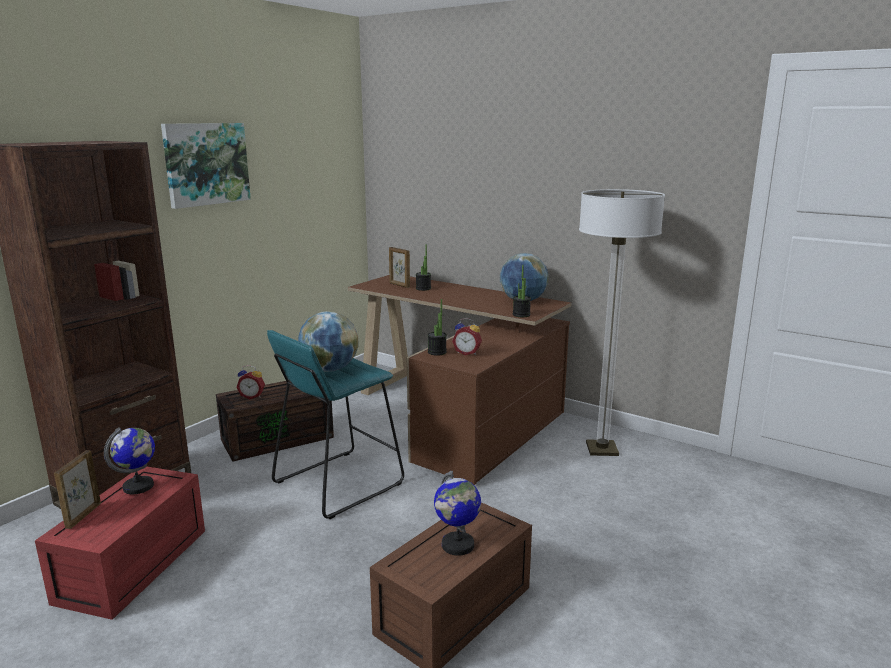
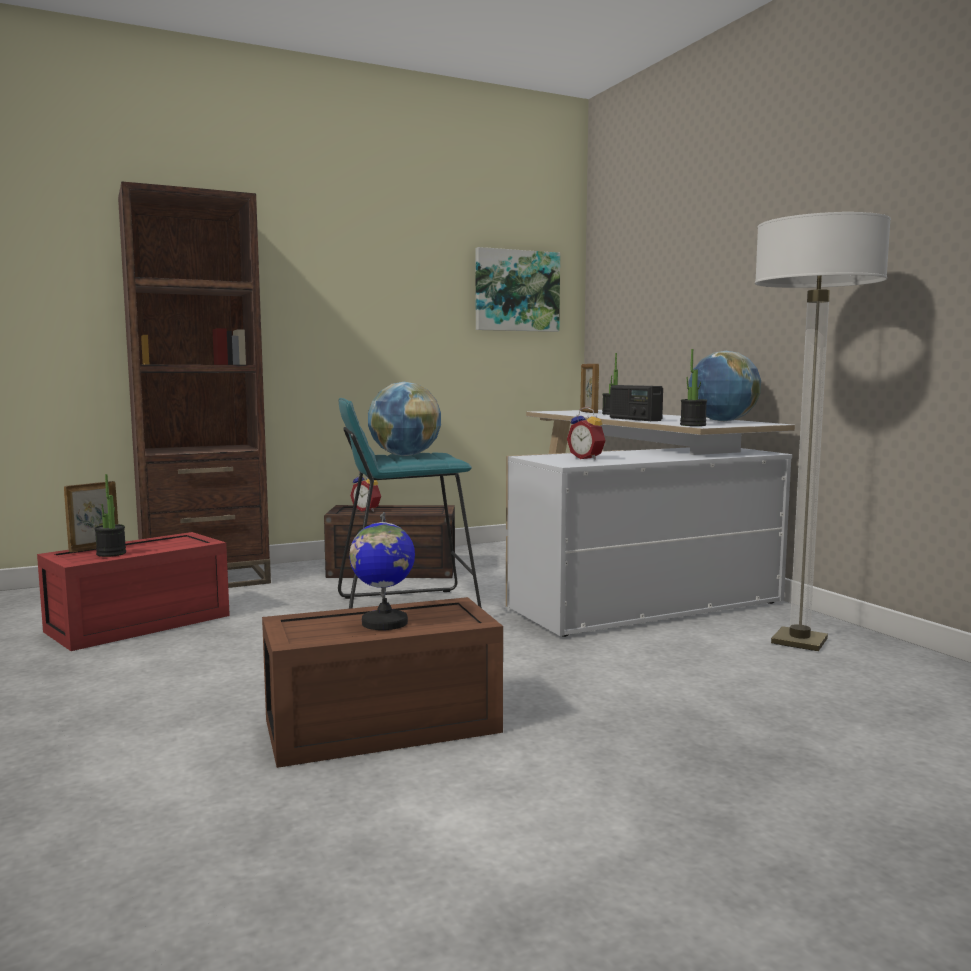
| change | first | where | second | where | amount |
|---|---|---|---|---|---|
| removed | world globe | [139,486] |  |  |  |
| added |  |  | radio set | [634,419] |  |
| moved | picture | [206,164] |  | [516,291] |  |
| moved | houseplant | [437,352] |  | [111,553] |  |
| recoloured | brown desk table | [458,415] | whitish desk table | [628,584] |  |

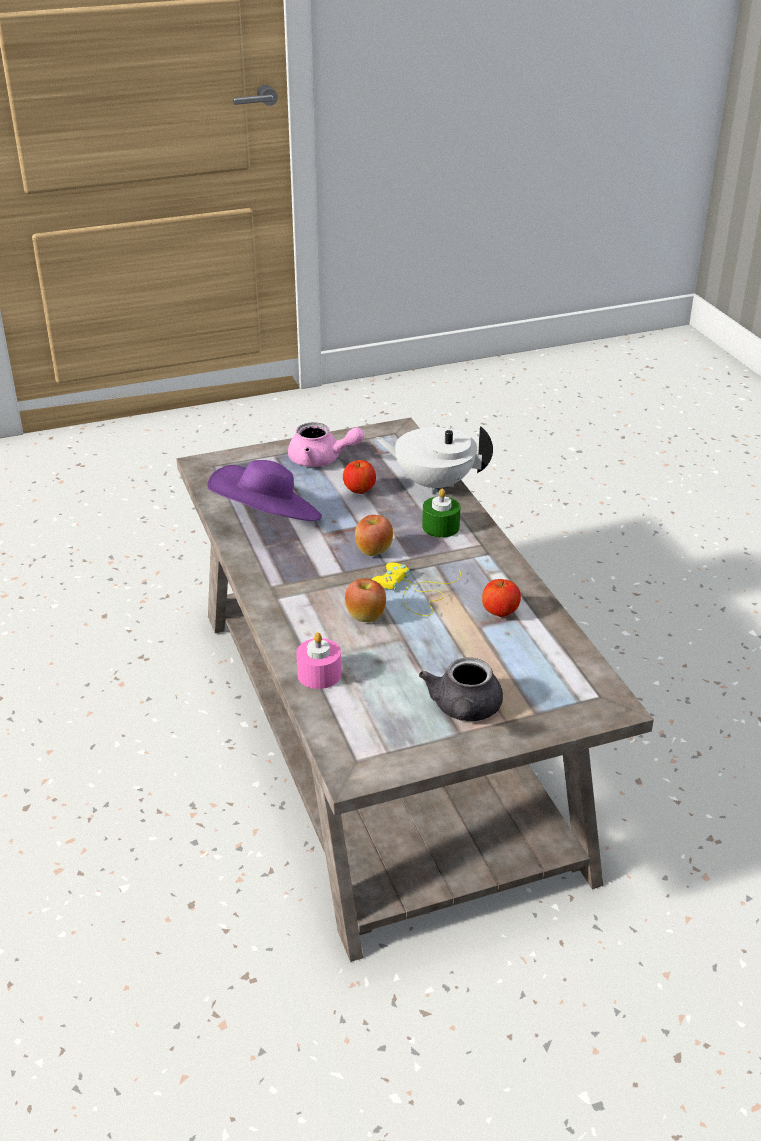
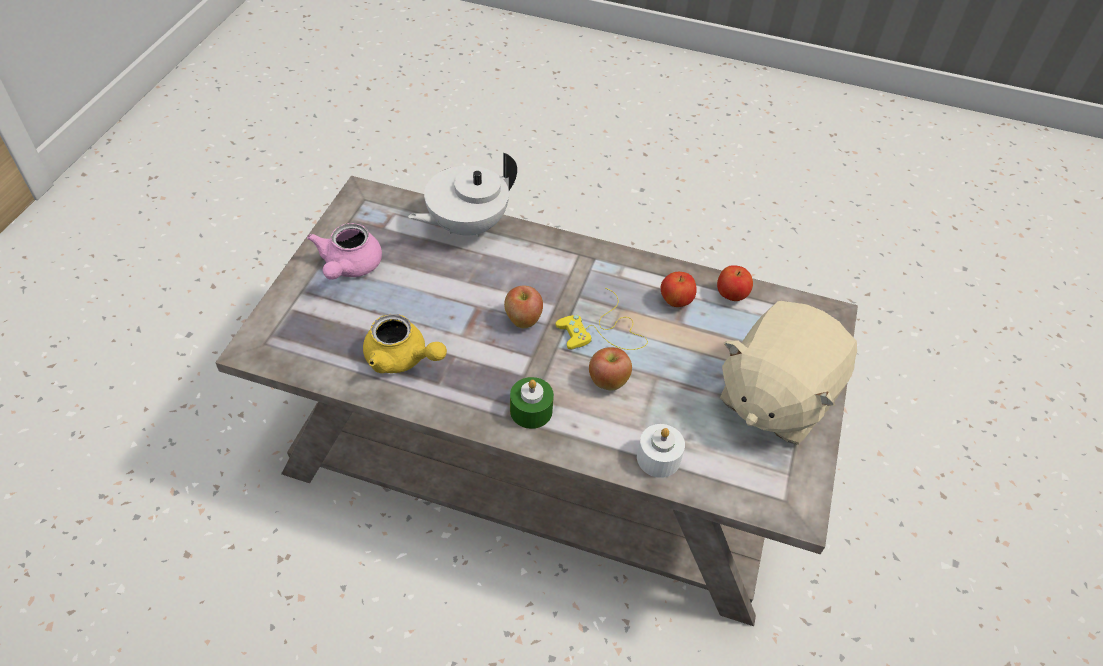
| change | first | where | second | where | amount |
|---|---|---|---|---|---|
| moved | whole apple | [359,491] |  | [731,295] |  |
| moved | greenish candle | [440,527] |  | [531,411] |  |
| replaced | purple-coloured hat | [268,520] | yellowish pot for tea | [402,359] |  |
| replaced | gray pot for tea | [464,711] | beige-coloured cuddly toy | [775,397] |  |
| recoloured | pink-coloured candle | [319,674] | whitish candle | [658,458] |  |
| turned | pink-coloured pot for tea | [321,460] |  | [349,267] | 135 degrees clockwise |

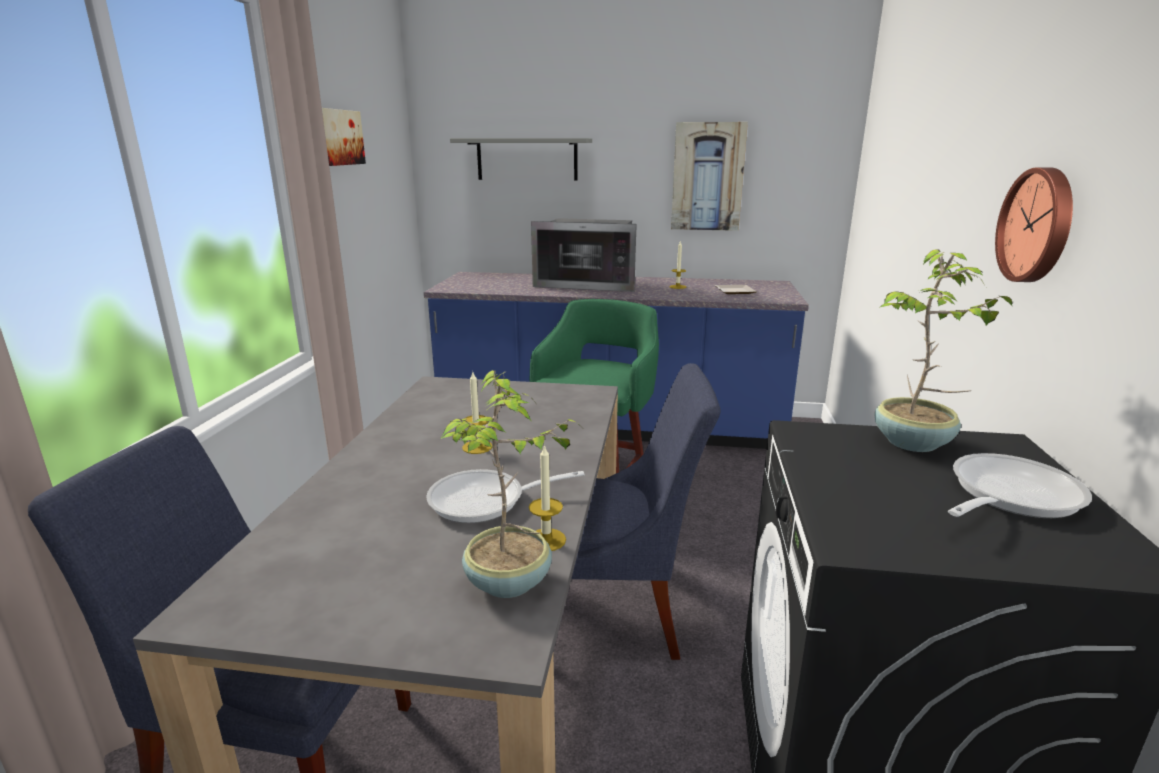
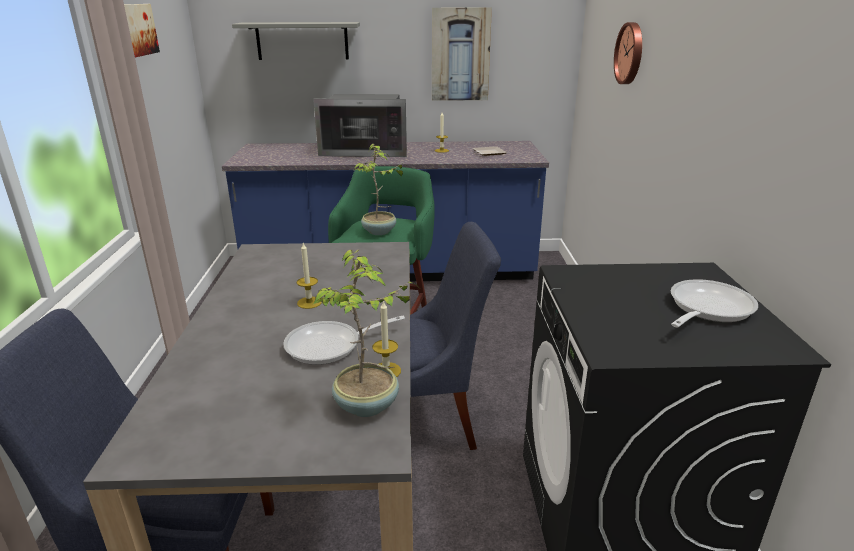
| change | first | where | second | where | amount |
|---|---|---|---|---|---|
| moved | houseplant | [913,443] |  | [379,232] |  |
| moved | hanging clock | [1038,226] |  | [630,53] |  |

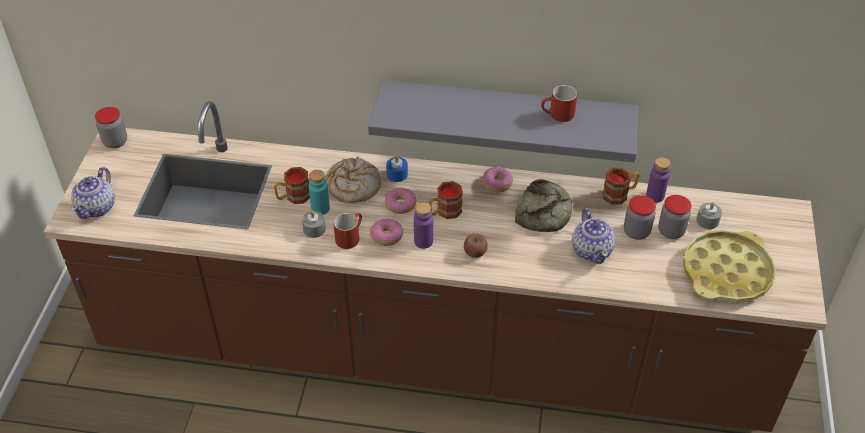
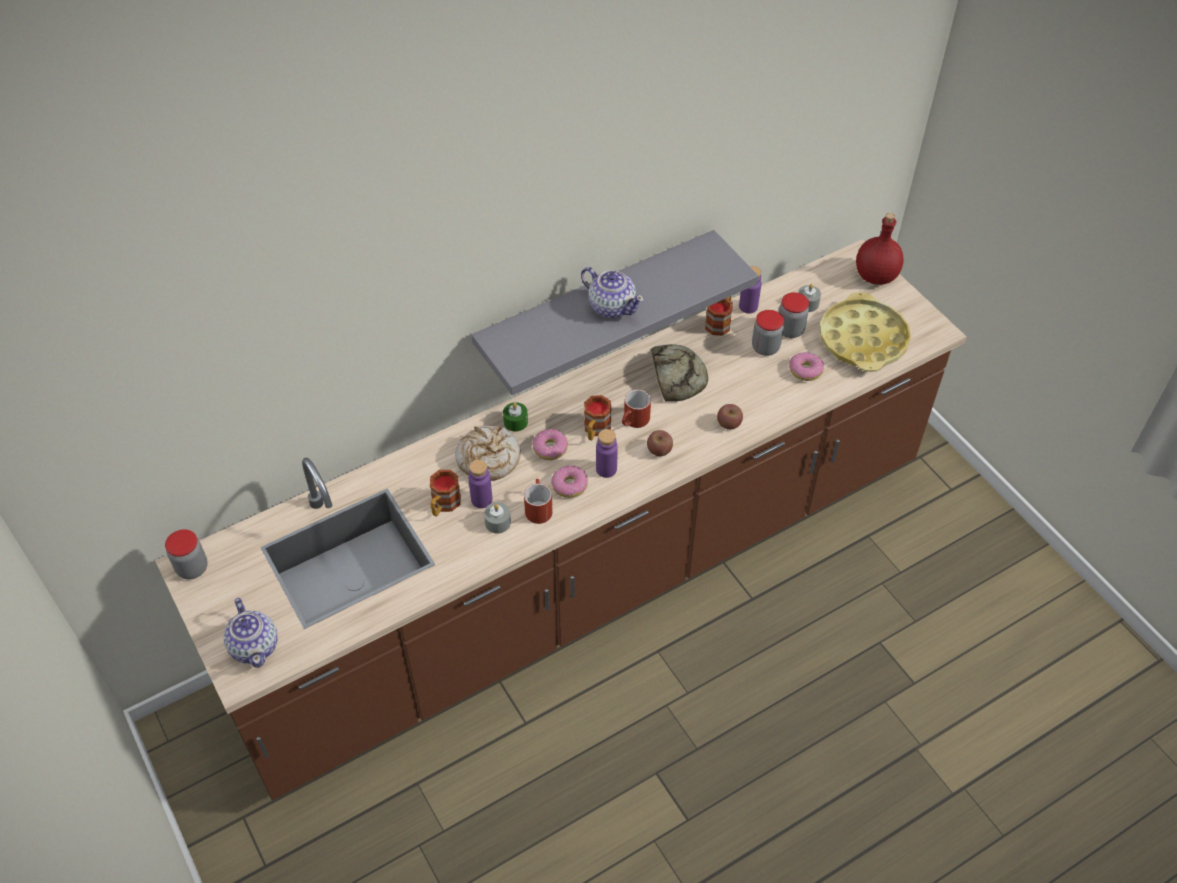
| change | first | where | second | where | amount |
|---|---|---|---|---|---|
| added |  |  | whole apple | [729,423] |  |
| added |  |  | red drink bottle | [875,276] |  |
| moved | doughnut | [497,184] |  | [805,370] |  |
| moved | red tea mug | [557,115] |  | [634,422] |  |
| moved | pot for tea | [592,250] |  | [611,306] |  |
| recoloured | turquoise drink bottle | [320,208] | purple-coloured drink bottle | [481,499] |  |
| recoloured | bluish candle | [397,174] | greenish candle | [515,422] |  |

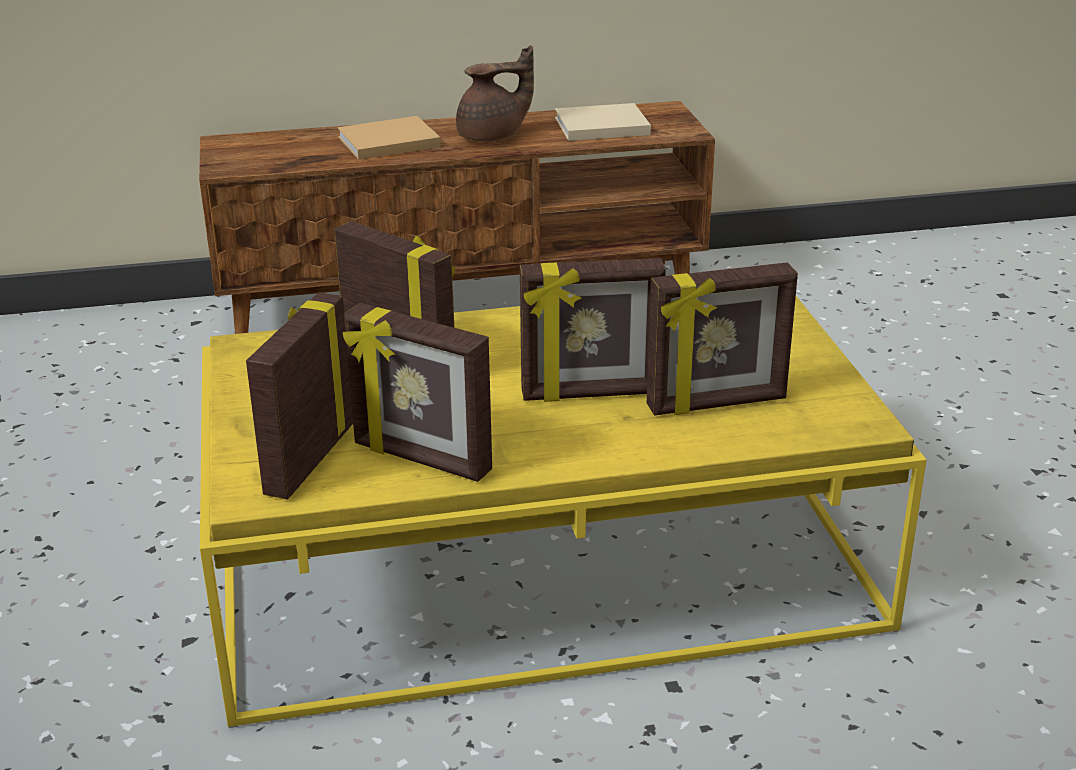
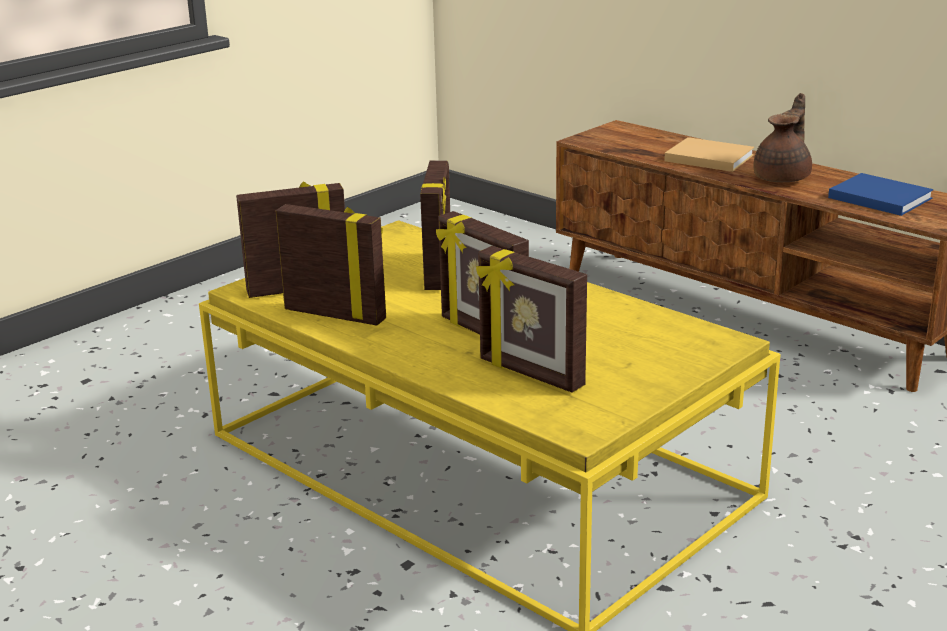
| change | first | where | second | where | amount |
|---|---|---|---|---|---|
| recoloured | beige-coloured bound book | [599,126] | bluish bound book | [877,197] |  |
| turned | photo frame | [421,459] |  | [336,314] | 120 degrees clockwise |
| turned | brown pot for tea | [493,136] |  | [783,177] | 90 degrees counterclockwise |

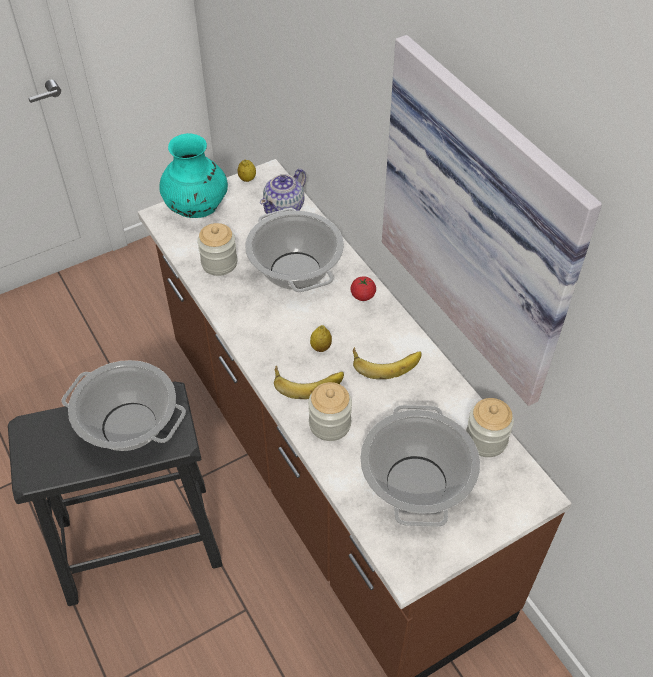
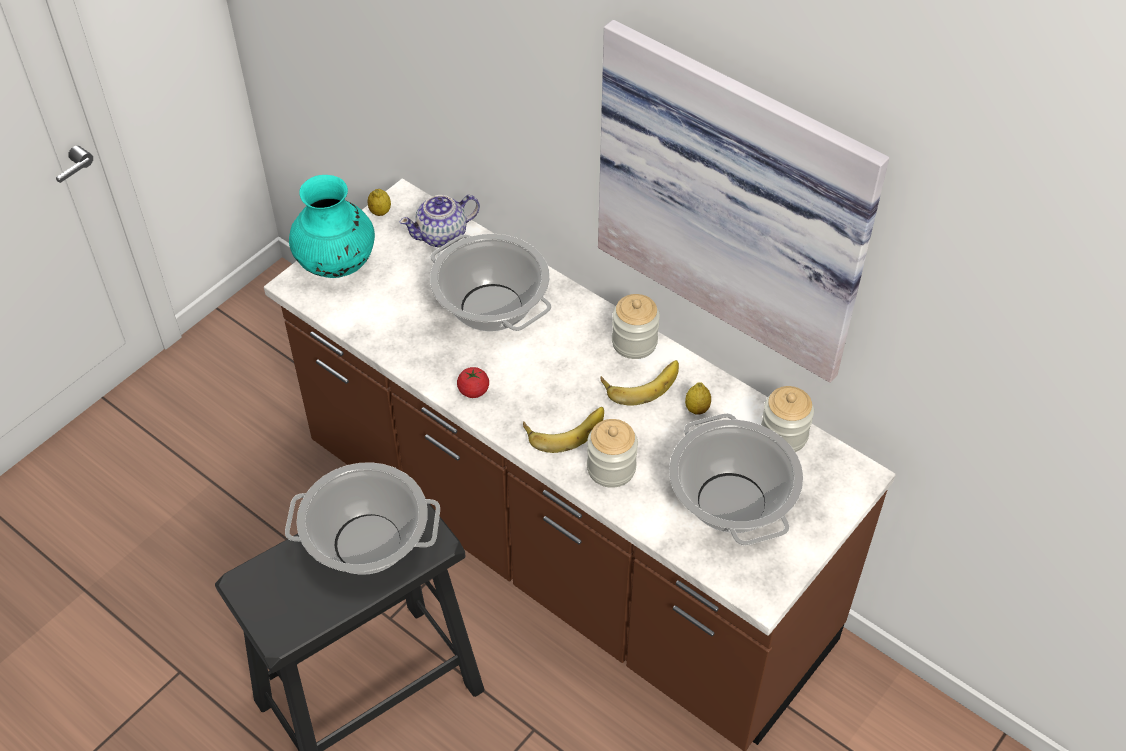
| change | first | where | second | where | amount |
|---|---|---|---|---|---|
| moved | preserve jar | [219,263] |  | [634,342] |  |
| moved | whole lemon | [321,347] |  | [697,409] |  |
| moved | fresh tomato | [363,295] |  | [473,390] |  |
| turned | pot for tea | [285,207] |  | [443,235] | 45 degrees clockwise |

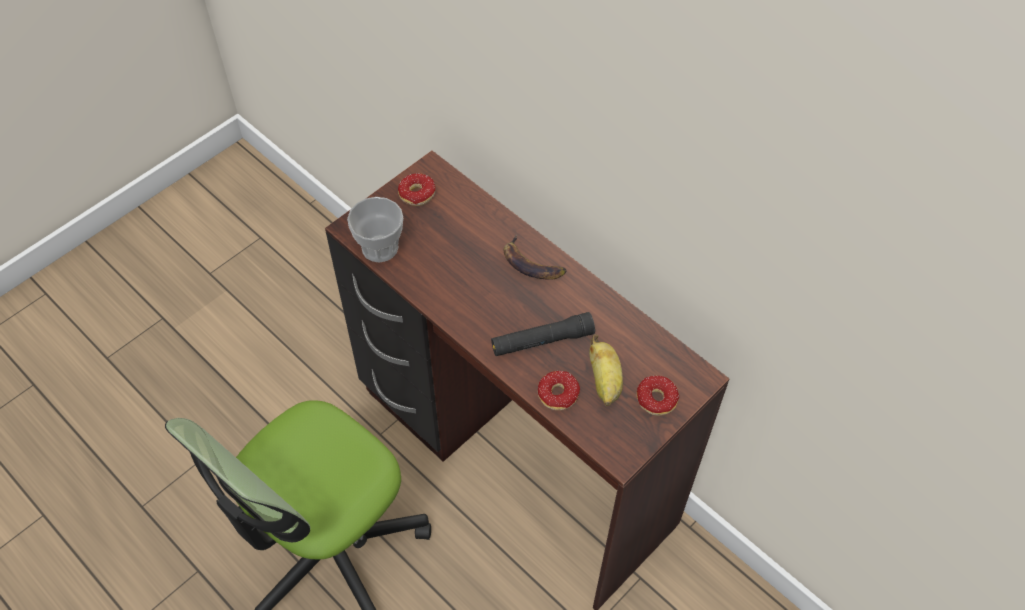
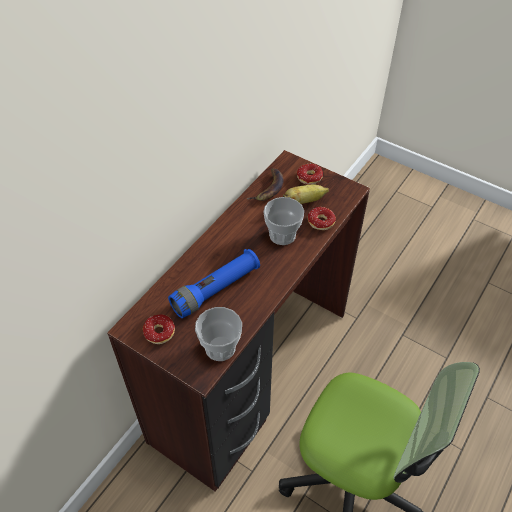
| change | first | where | second | where | amount |
|---|---|---|---|---|---|
| added |  |  | bluish hand torch | [216,290] |  |
| moved | whole banana | [532,264] |  | [268,188] |  |
| replaced | black hand torch | [542,341] | small cup | [282,235] |  |

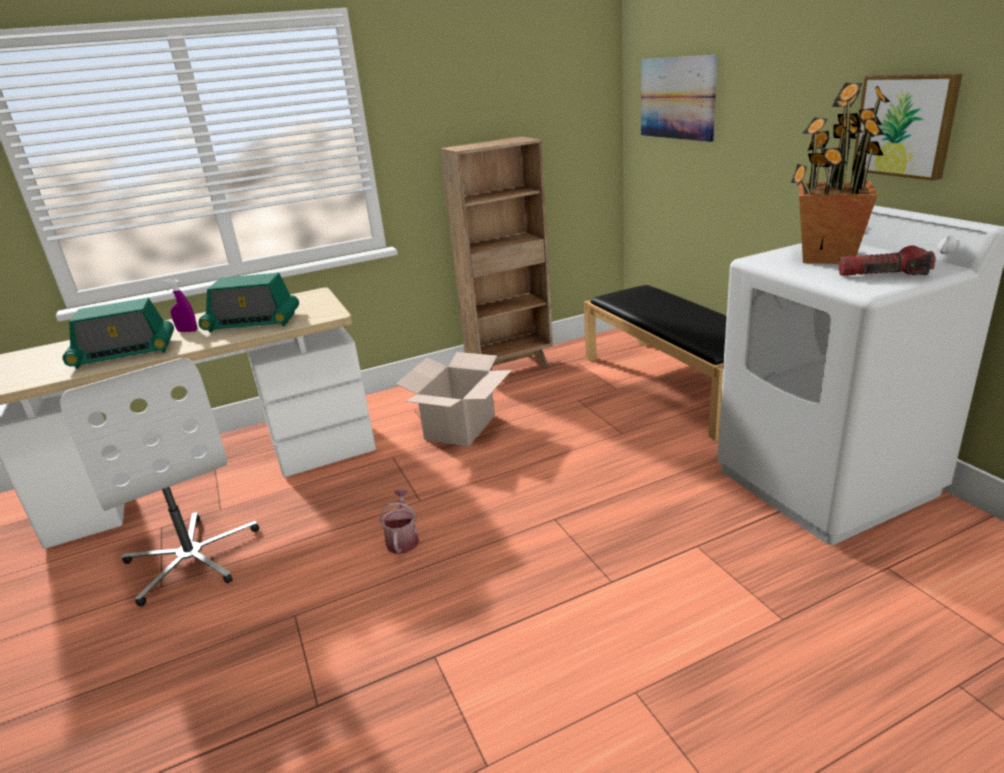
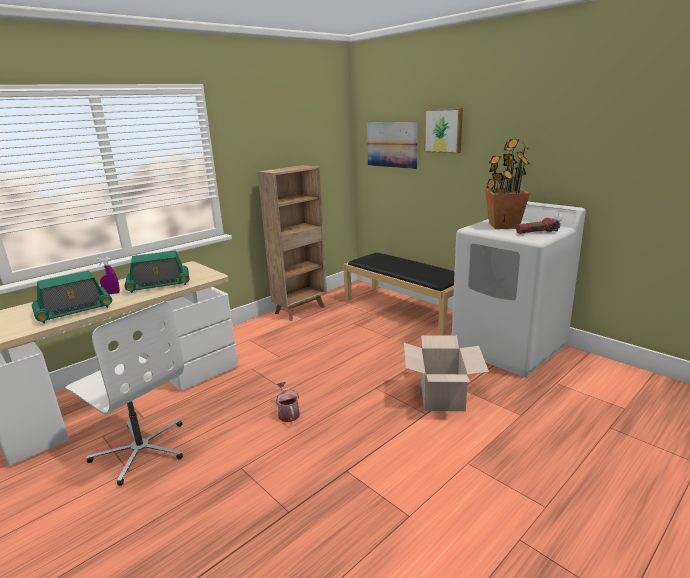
| change | first | where | second | where | amount |
|---|---|---|---|---|---|
| moved | carton | [459,427] |  | [441,396] |  |
| moved | picture | [906,125] |  | [444,130] |  |

